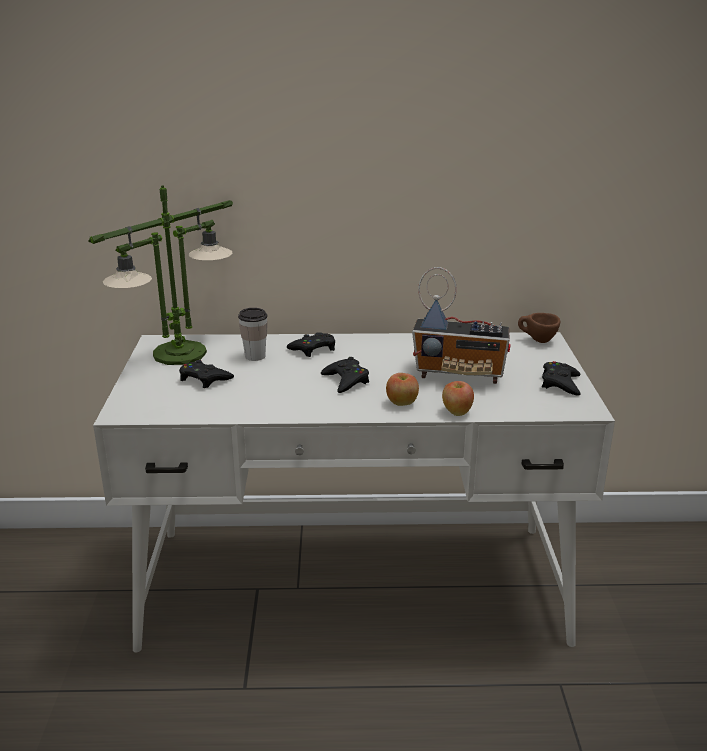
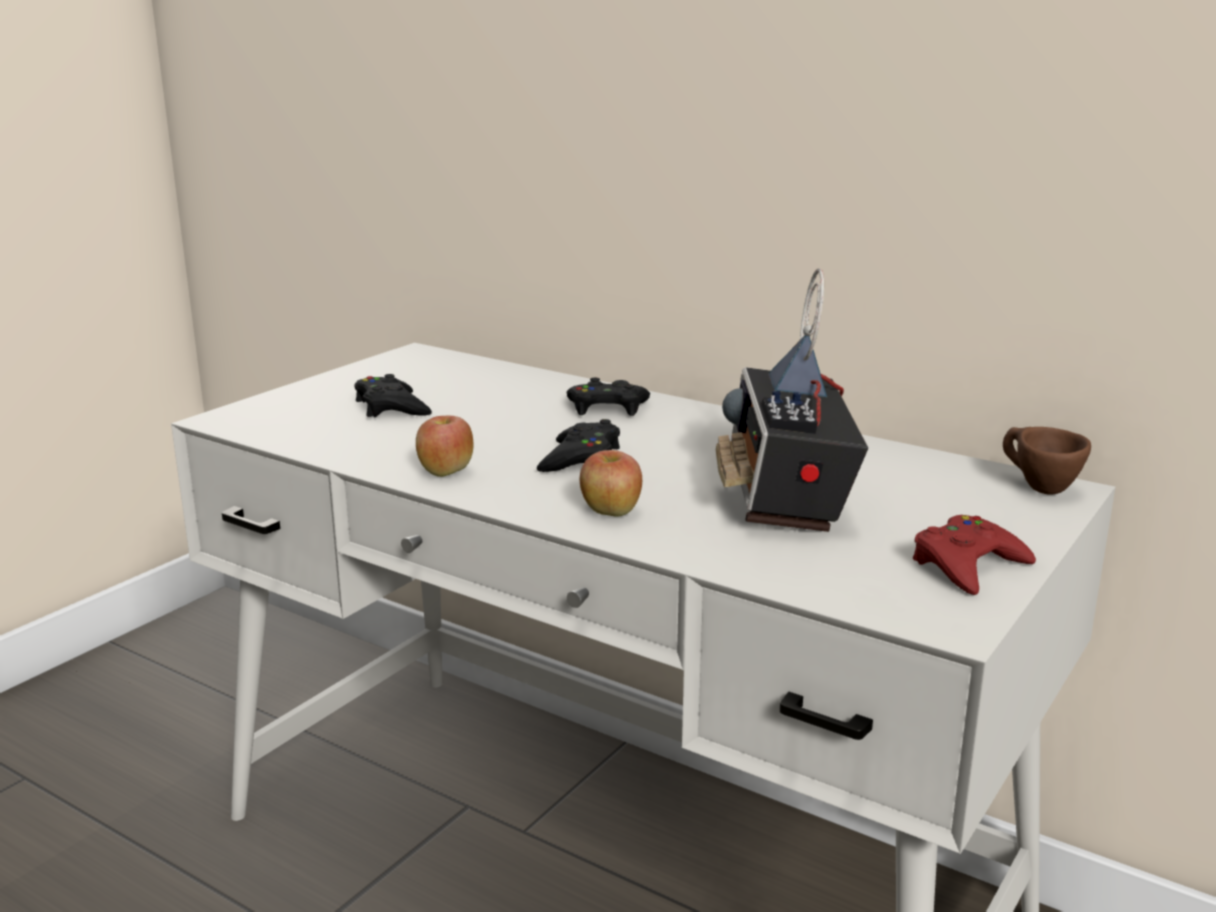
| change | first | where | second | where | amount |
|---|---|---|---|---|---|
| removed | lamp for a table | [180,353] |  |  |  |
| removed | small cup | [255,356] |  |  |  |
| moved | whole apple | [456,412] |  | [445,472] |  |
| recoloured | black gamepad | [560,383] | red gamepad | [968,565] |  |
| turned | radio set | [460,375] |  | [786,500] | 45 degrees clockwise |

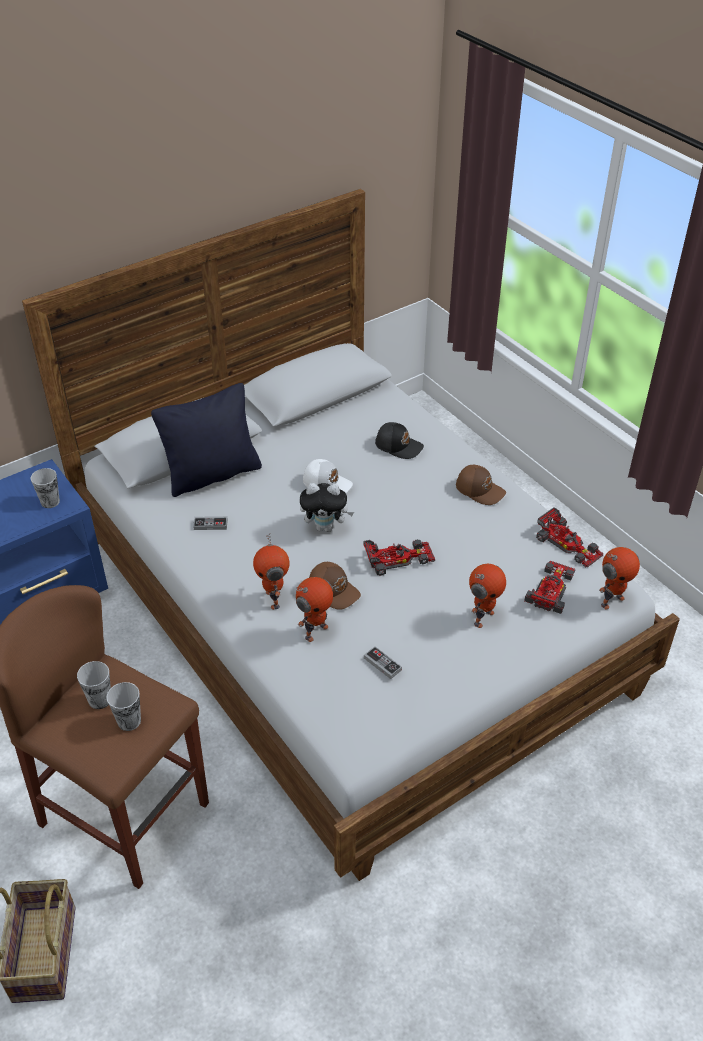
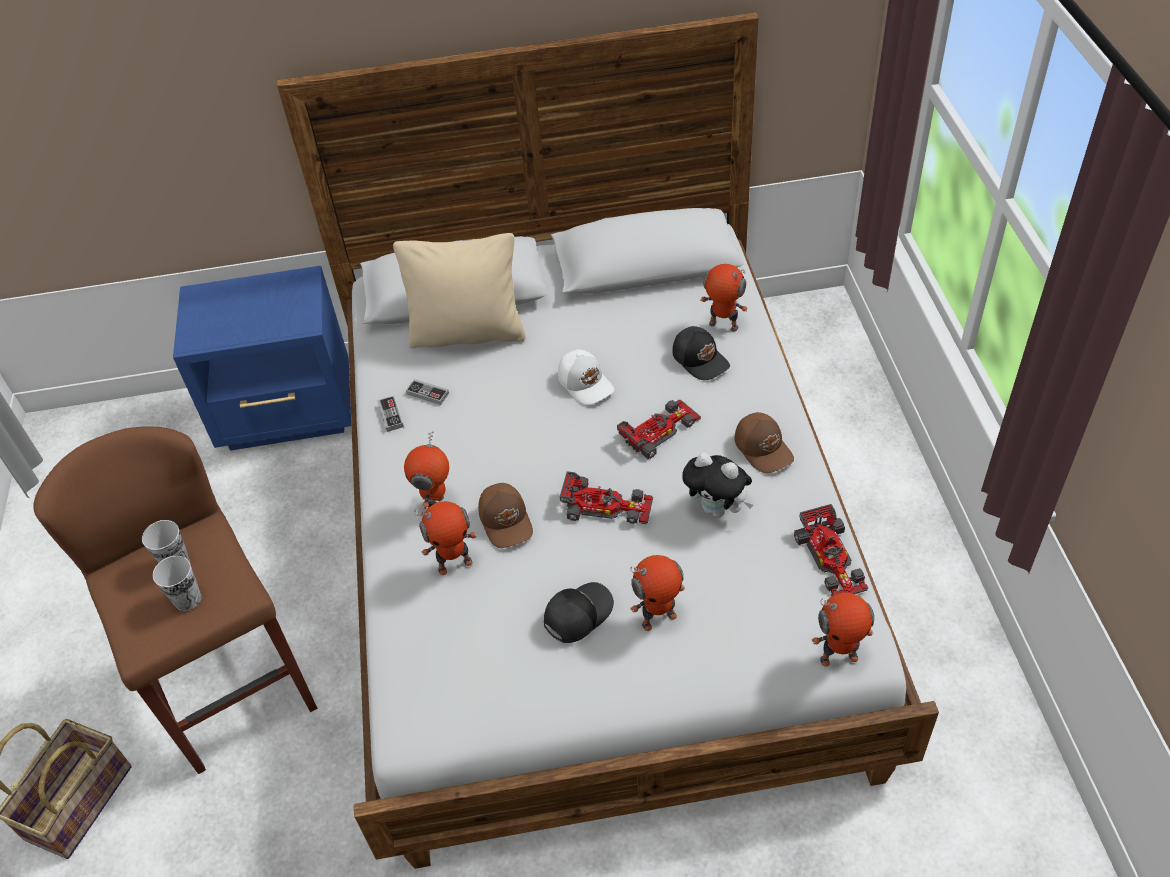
| change | first | where | second | where | amount |
|---|---|---|---|---|---|
| removed | small cup | [50,502] |  |  |  |
| added |  |  | black baseball cap | [577,614] |  |
| added |  |  | model robot | [722,326] |  |
| moved | cuddly toy | [326,527] |  | [718,509] |  |
| moved | gamepad | [382,664] |  | [390,415] |  |
| moved | toy car | [551,589] |  | [659,430] |  |
| recoloured | black throw pillow | [212,474] | beige-coloured throw pillow | [468,333] |  |

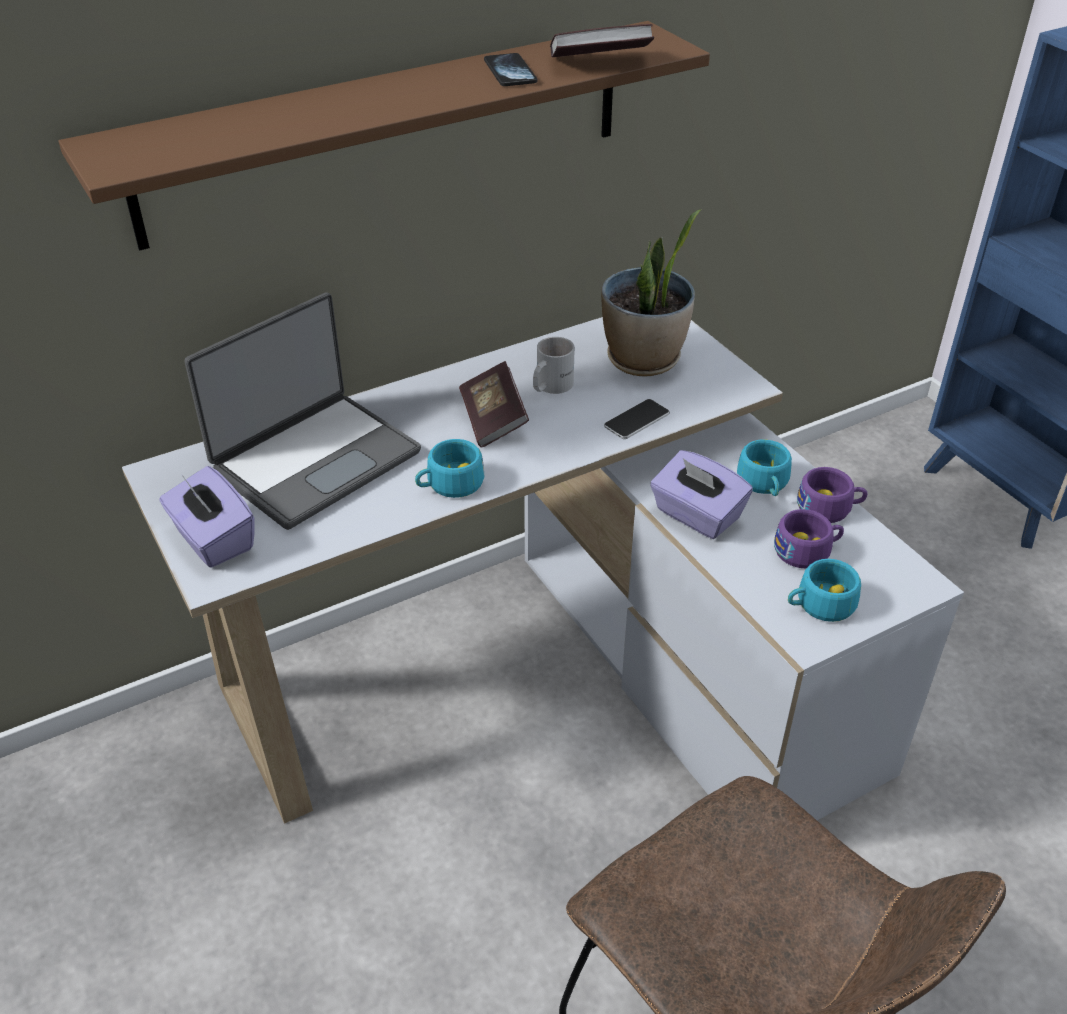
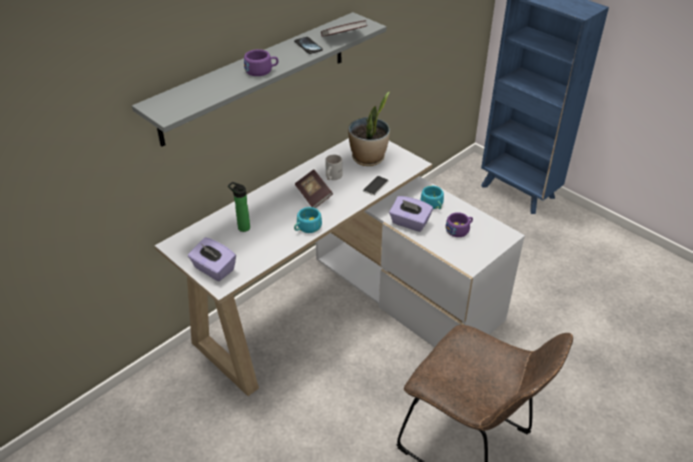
| change | first | where | second | where | amount |
|---|---|---|---|---|---|
| removed | turquoise small cup | [819,605] |  |  |  |
| moved | purple-coloured small cup | [829,508] |  | [262,70] |  |
| replaced | laptop | [314,460] | drink bottle | [242,227] |  |
| recoloured | brown wall shelf | [388,132] | gray wall shelf | [256,77] |  |

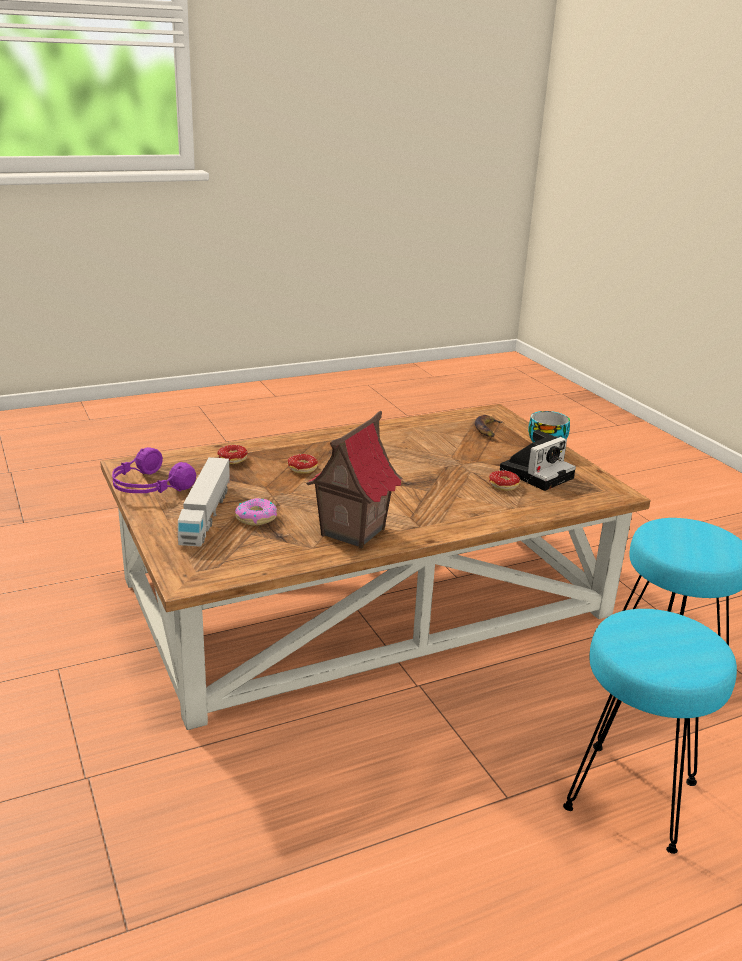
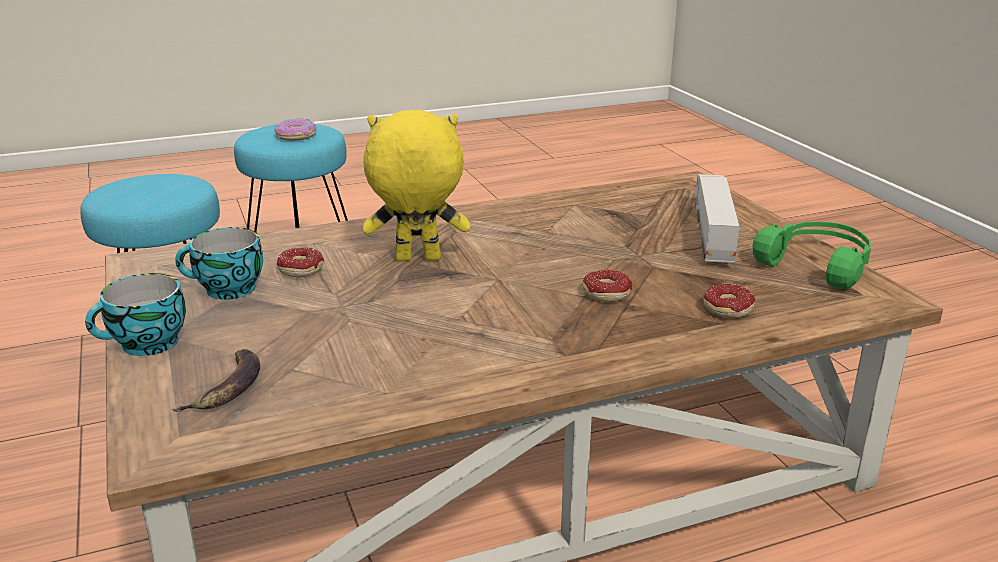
| change | first | where | second | where | amount |
|---|---|---|---|---|---|
| removed | model house | [352,532] |  |  |  |
| added |  |  | yellowish cuddly toy | [417,260] |  |
| moved | doughnut | [256,517] |  | [296,136] |  |
| replaced | still camera | [537,473] | small cup | [227,290] |  |
| recoloured | purple-coloured headphones | [148,487] | greenish headphones | [817,265] |  |

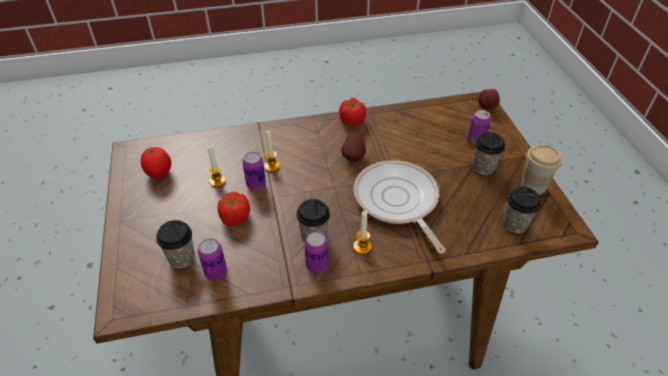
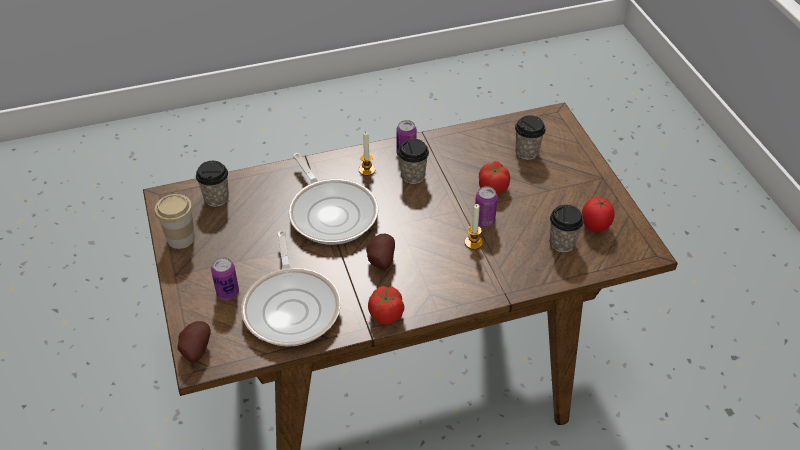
| change | first | where | second | where | amount |
|---|---|---|---|---|---|
| removed | metal can | [216,272] |  |  |  |
| removed | candle | [217,181] |  |  |  |
| added |  |  | pan | [292,307] |  |
| moved | small cup | [483,167] |  | [562,243] |  |
| replaced | whole apple | [487,108] | potato | [195,350] |  |

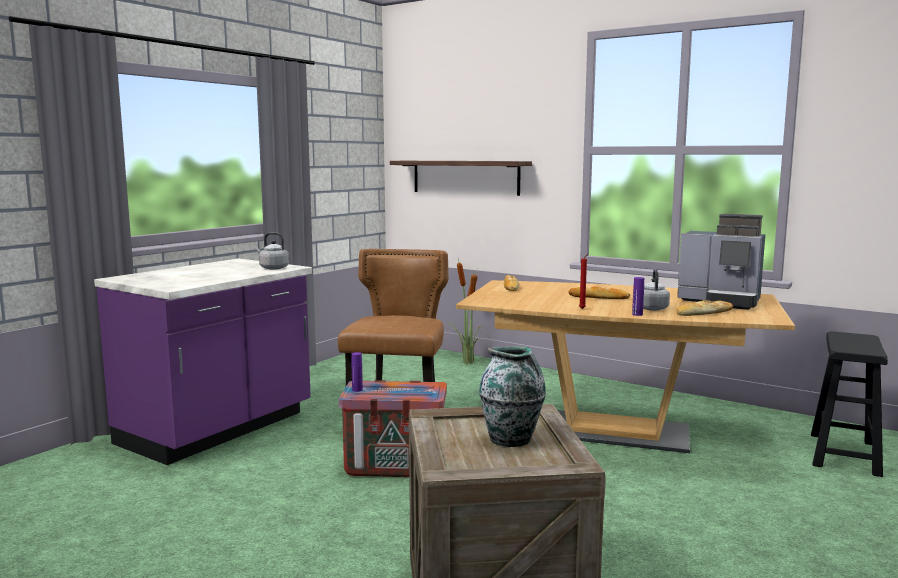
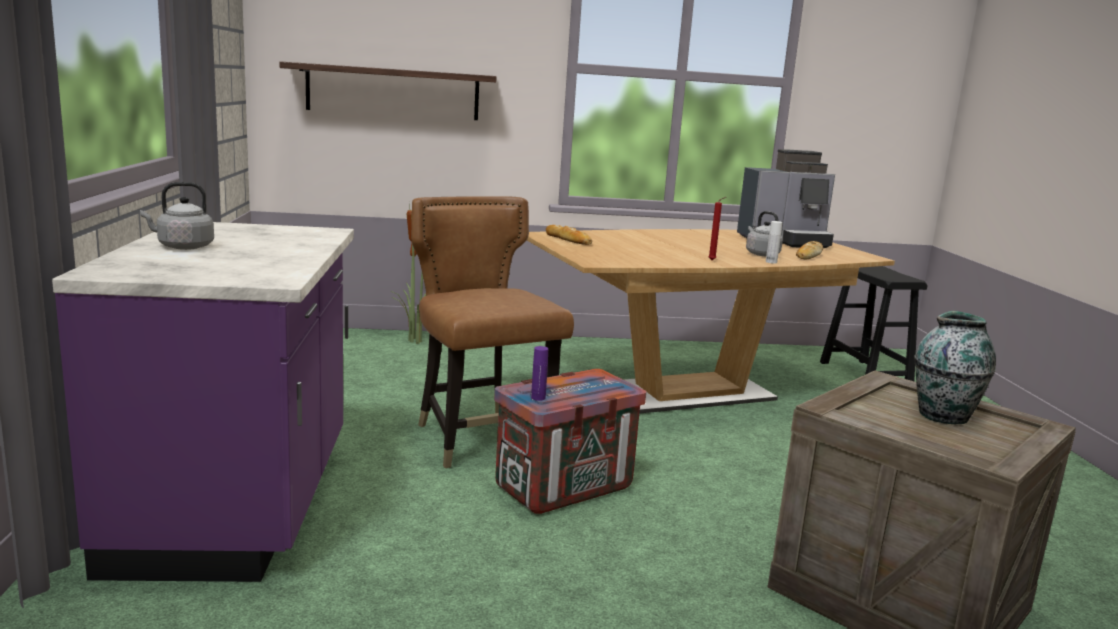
| change | first | where | second | where | amount |
|---|---|---|---|---|---|
| removed | bakery bread | [598,297] |  |  |  |
| moved | gray tea kettle | [272,268] |  | [182,247] |  |
| recoloured | purple-coloured drink bottle | [637,314] | whitish drink bottle | [771,262] |  |

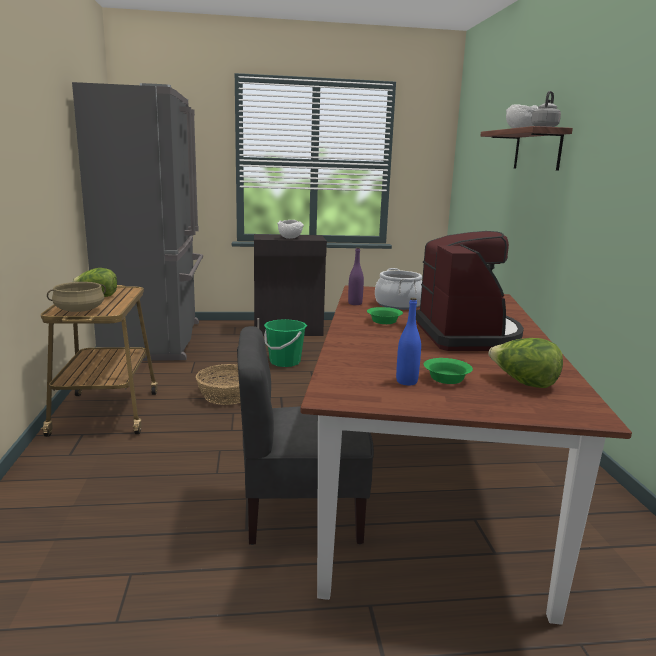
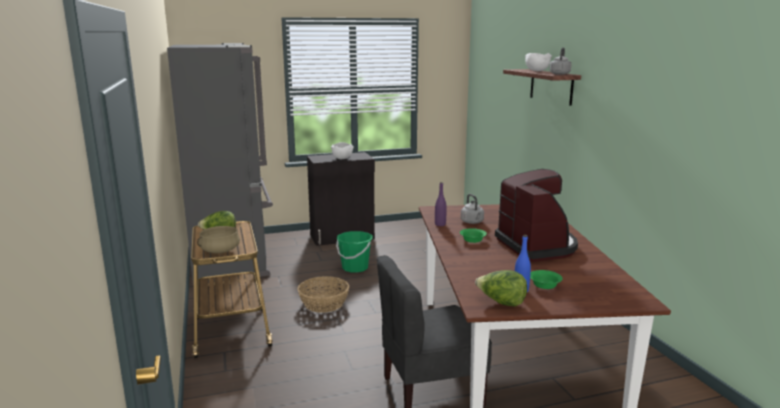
| change | first | where | second | where | amount |
|---|---|---|---|---|---|
| moved | lettuce | [523,383] |  | [501,303] |  |
| replaced | saucepot | [399,304] | gray tea kettle | [472,222] |  |

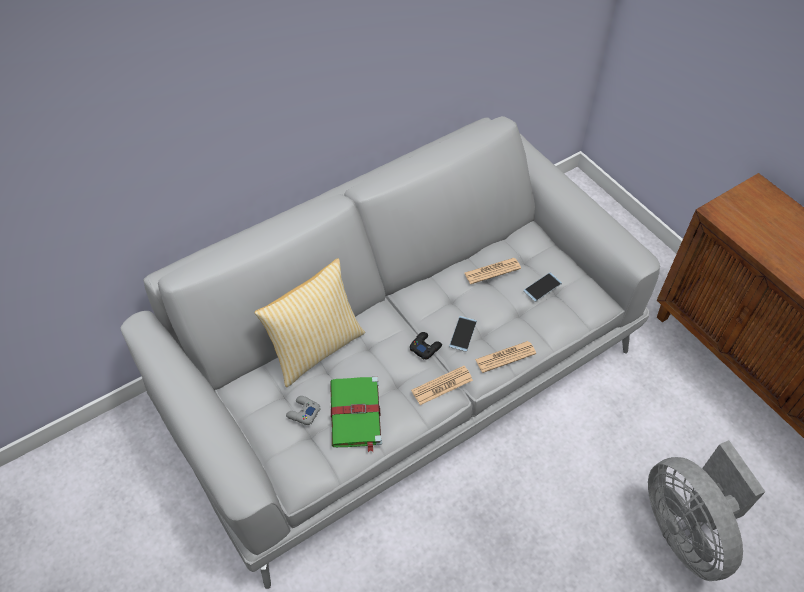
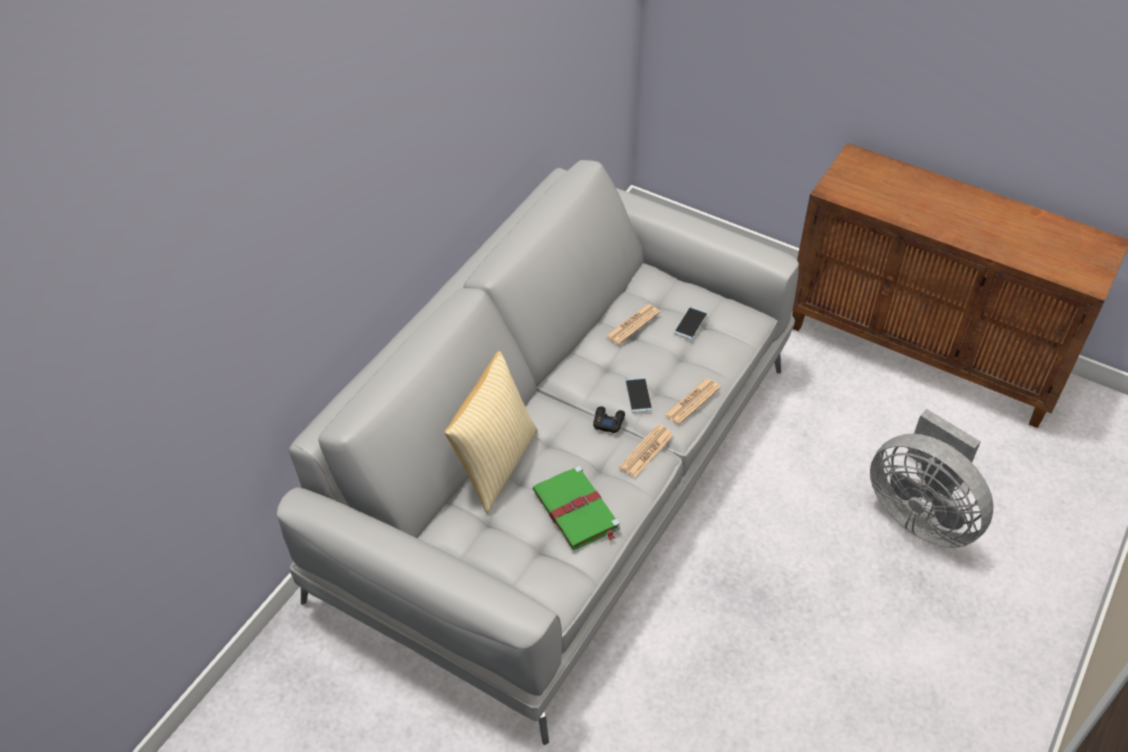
| change | first | where | second | where | amount |
|---|---|---|---|---|---|
| removed | gray gamepad | [303,412] |  |  |  |

